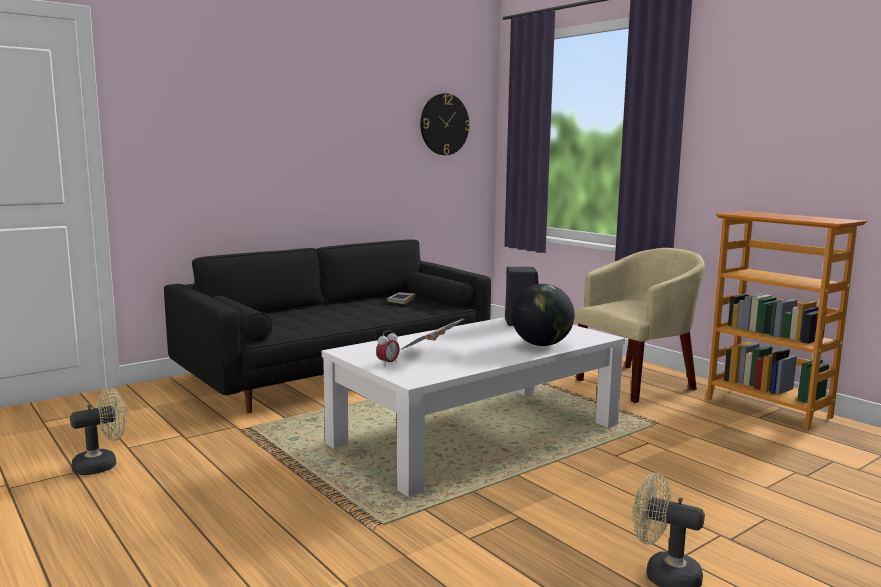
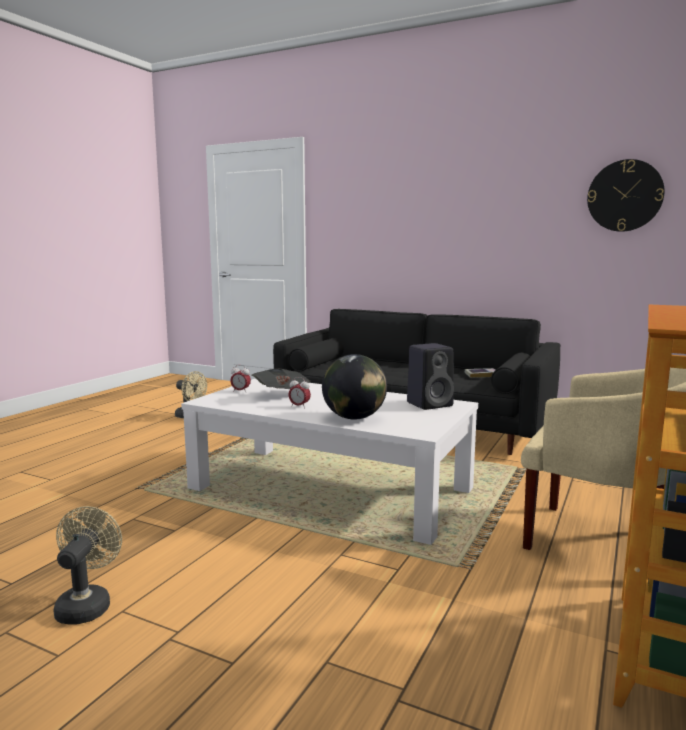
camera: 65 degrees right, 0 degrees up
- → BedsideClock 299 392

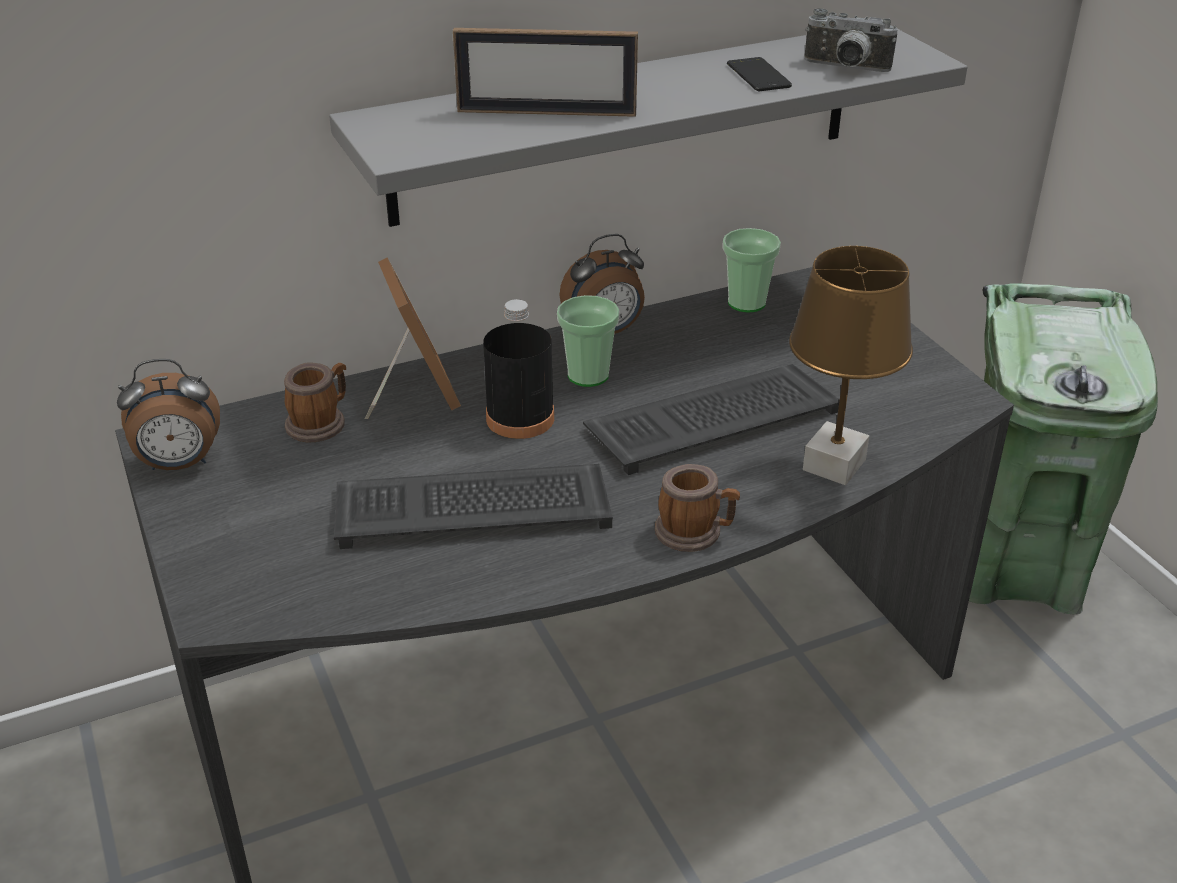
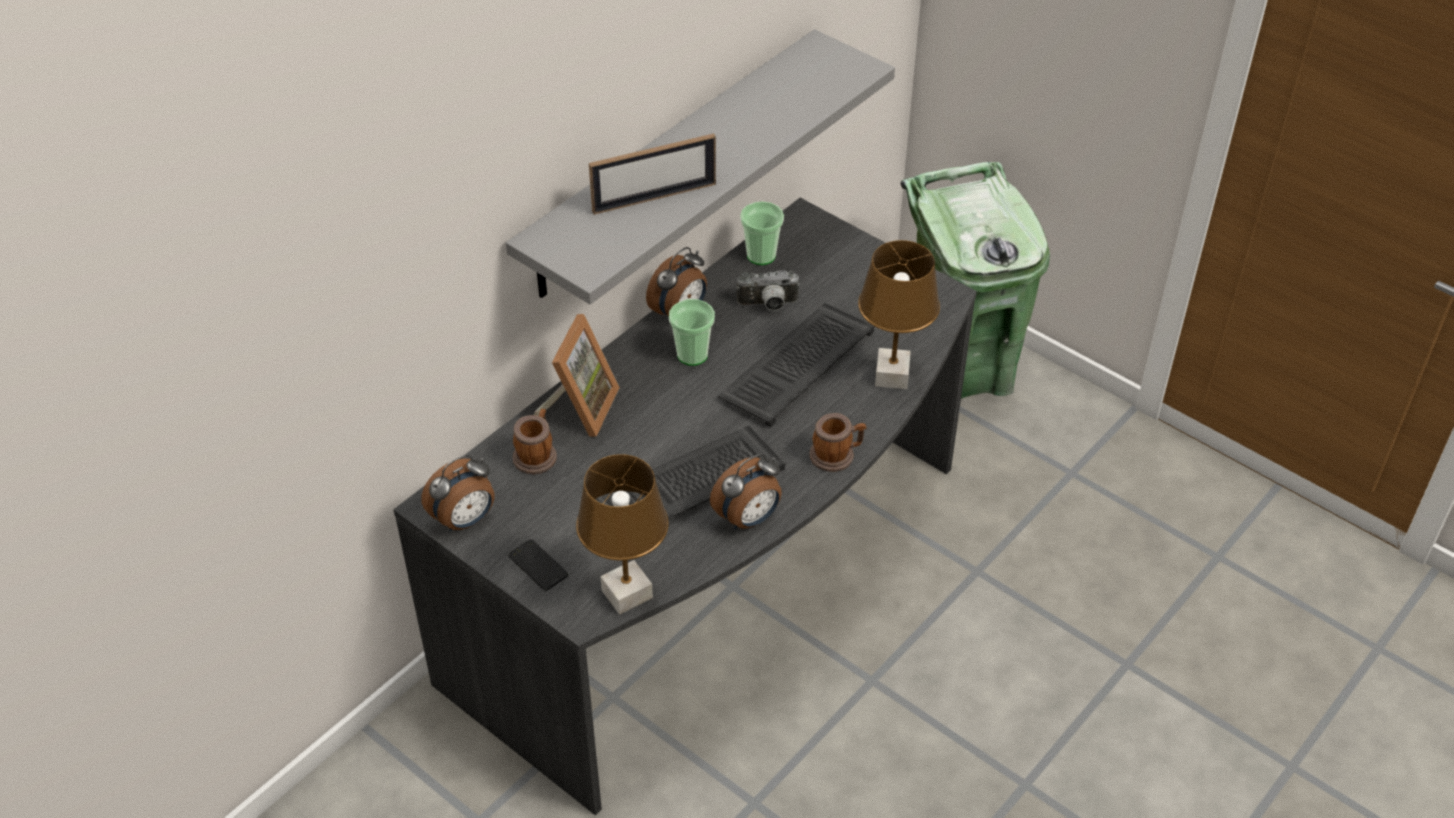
camera: 25 degrees left, 10 degrees up
StandingFrame 413 338 → StandingFrame 577 375, 60 degrees clockwise
BlackishBeverageBottle 518 369 → -
Phone 759 74 → Phone 538 565, move
StillCamera 851 40 → StillCamera 768 290, move
- → BrownColouredLampForATable 622 534
- → BedsideClock 746 491

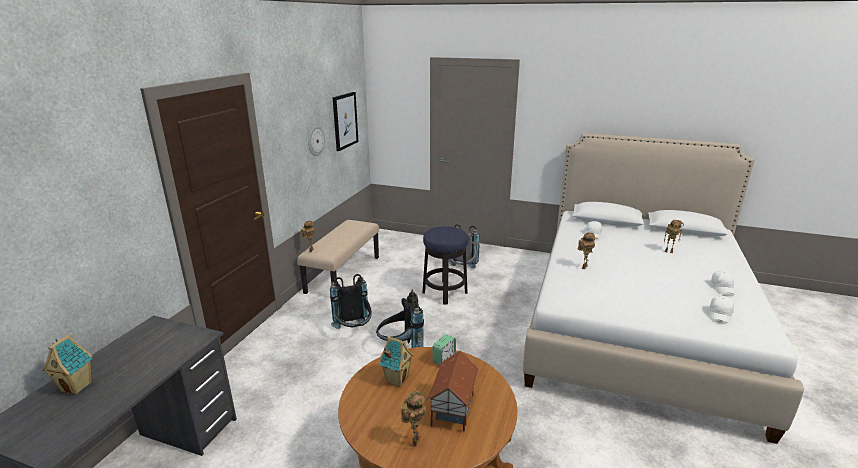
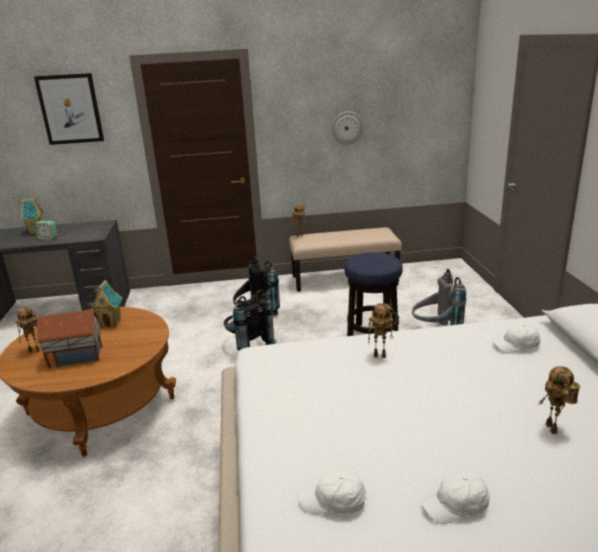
camera: 65 degrees right, 0 degrees up
Picture 345 121 → Picture 69 109, move
BedsideClock 444 350 → BedsideClock 46 230, move

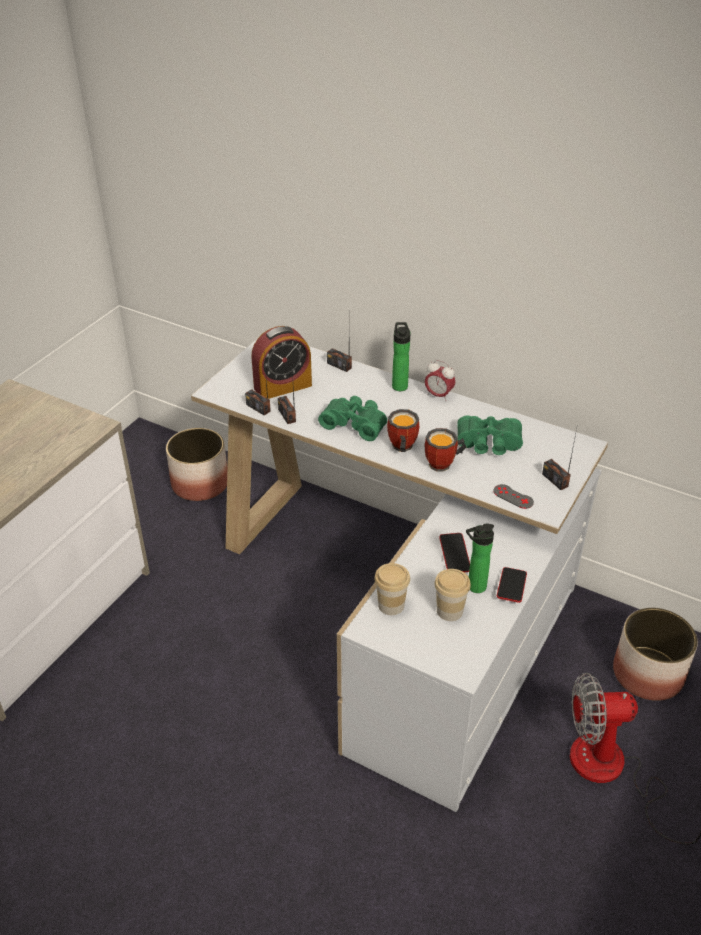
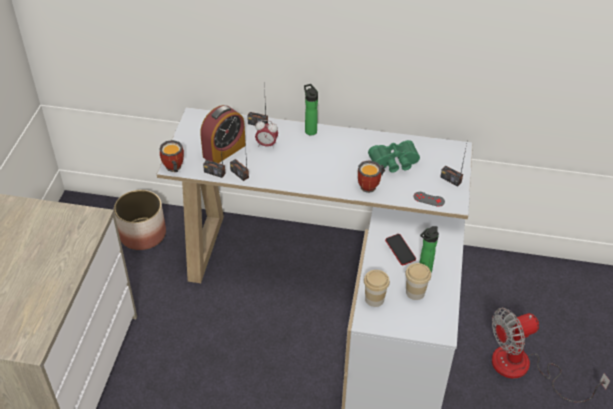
camera: 20 degrees left, 5 degrees up
GreenPairOfBinoculars 352 418 → -
TeaMug 403 430 → TeaMug 171 156, move
BedsideClock 440 380 → BedsideClock 266 134, move
Phone 512 585 → -
PlantPot 655 654 → -

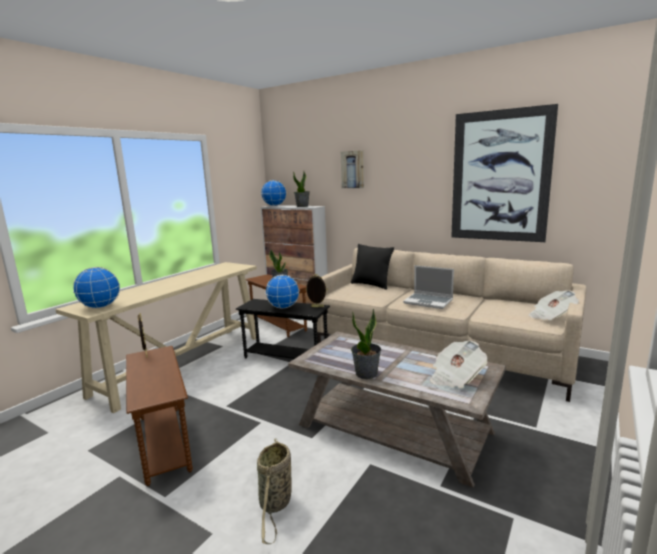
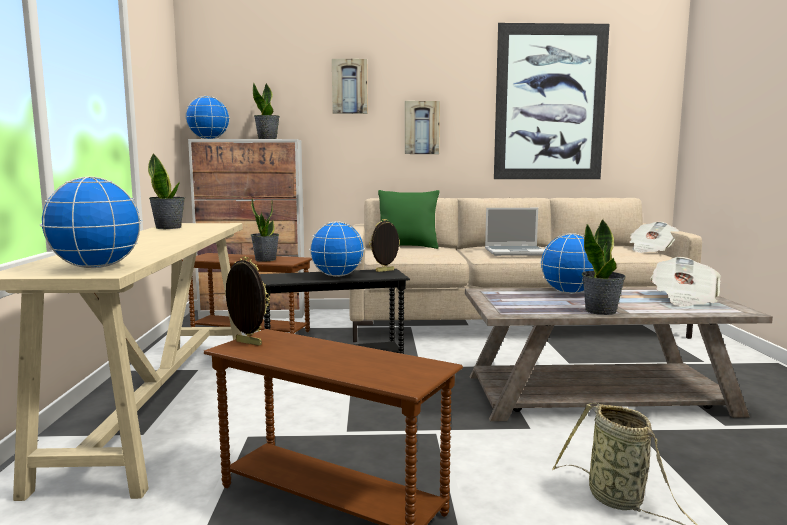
camera: 35 degrees left, 5 degrees down
BlackishPillow 372 267 → GreenPillow 408 219
- → PlantInAPot 166 191
- → Picture 422 127
- → WorldGlobe 567 263

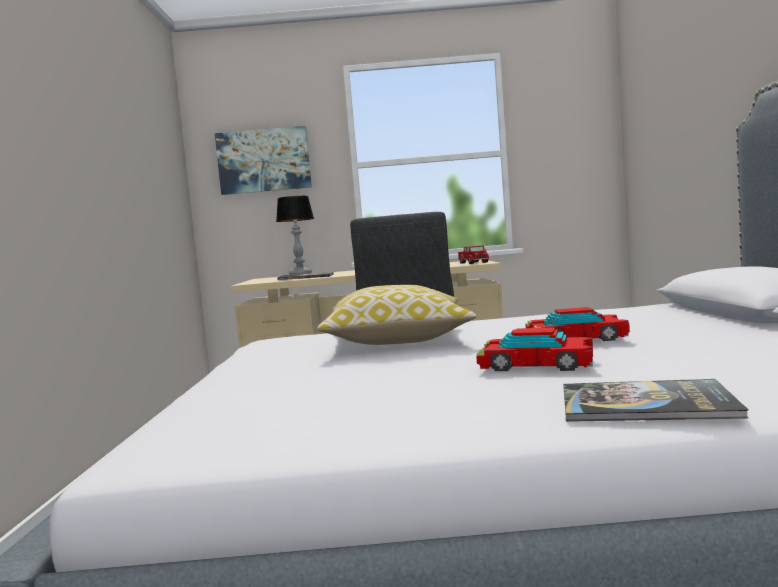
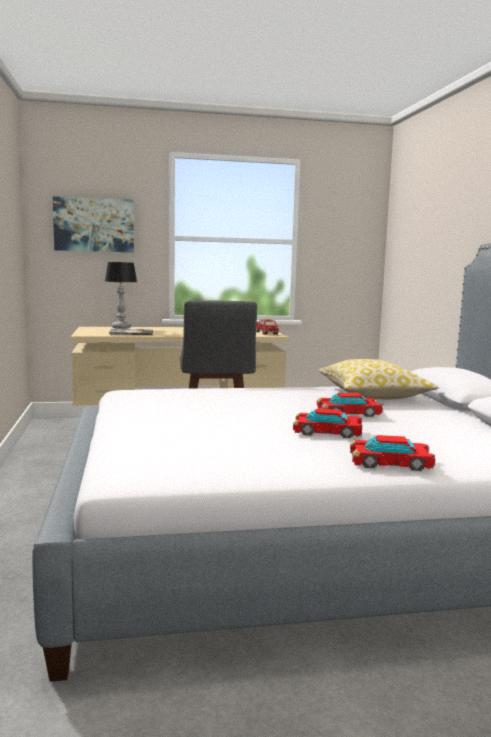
camera: 10 degrees left, 5 degrees up
Pillow 397 315 → Pillow 378 379, move
BoundBook 656 400 → MiniatureCar 392 453

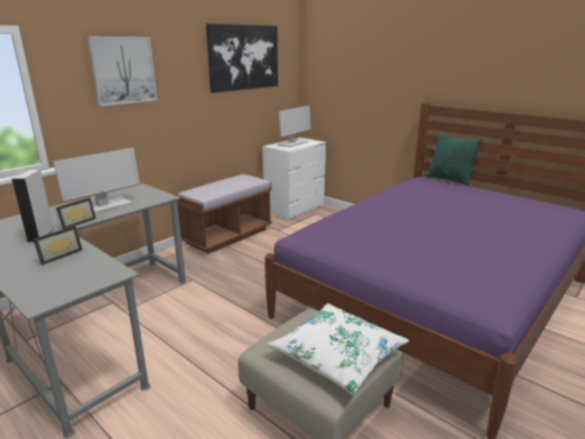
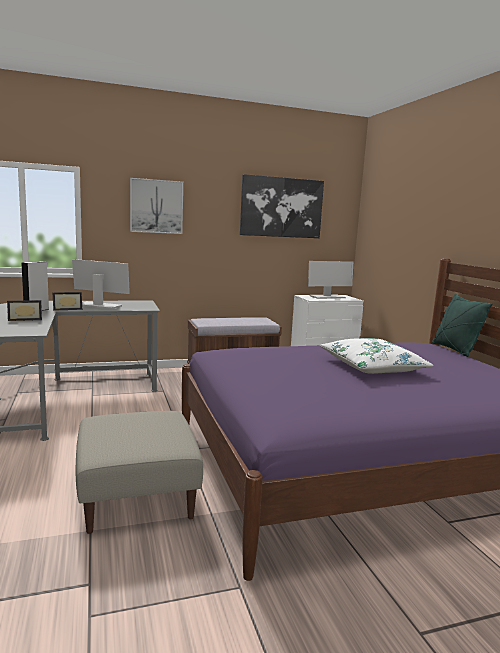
camera: 30 degrees right, 10 degrees down
ComputerScreen 96 180 → ComputerScreen 101 284, 150 degrees counterclockwise
WhitePillow 338 349 → WhitePillow 376 356, move

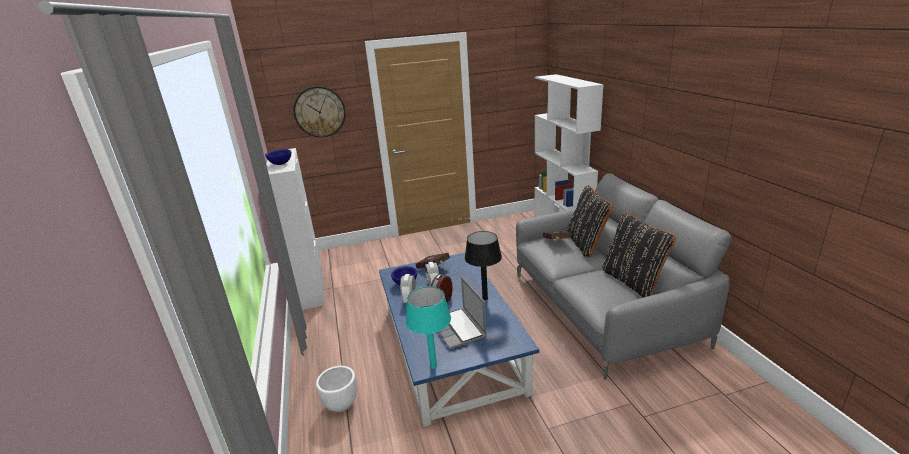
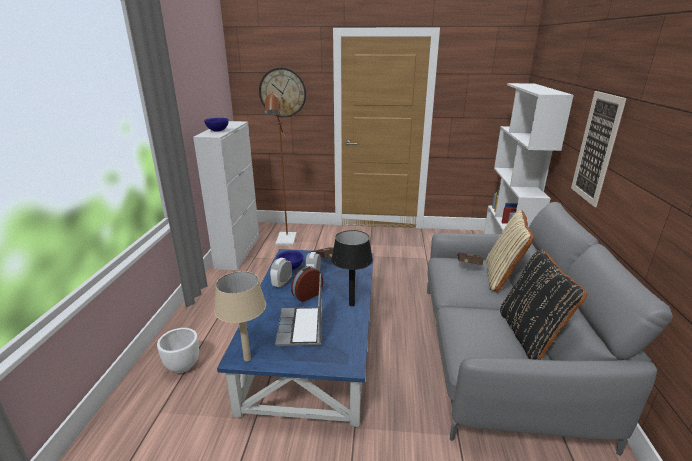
camera: 20 degrees right, 0 degrees up
TurquoiseLampForATable 428 328 → SandColouredLampForATable 240 316
BlackishPillow 589 221 → SandColouredPillow 510 251
- → BrownColouredStandardLamp 281 169
- → Picture 599 149

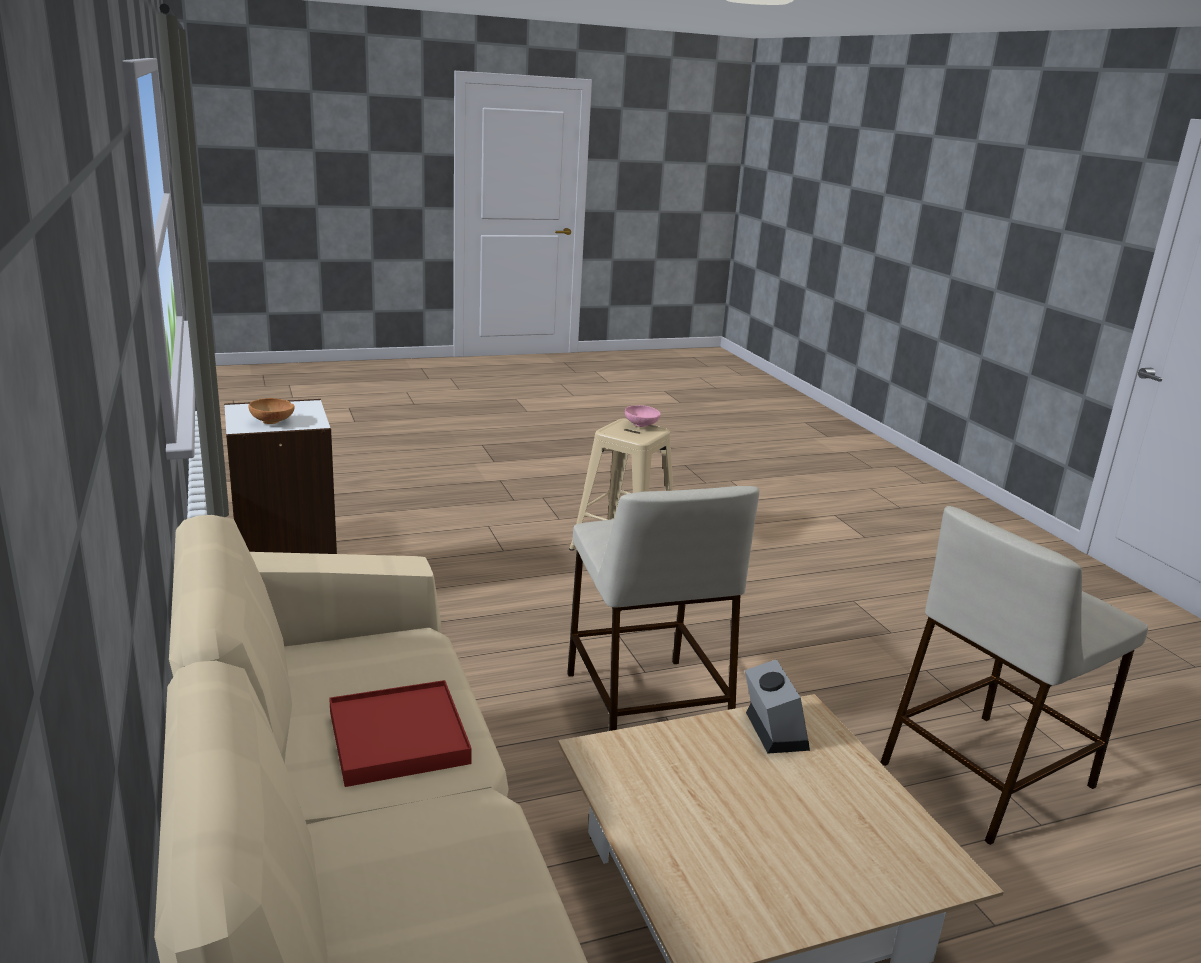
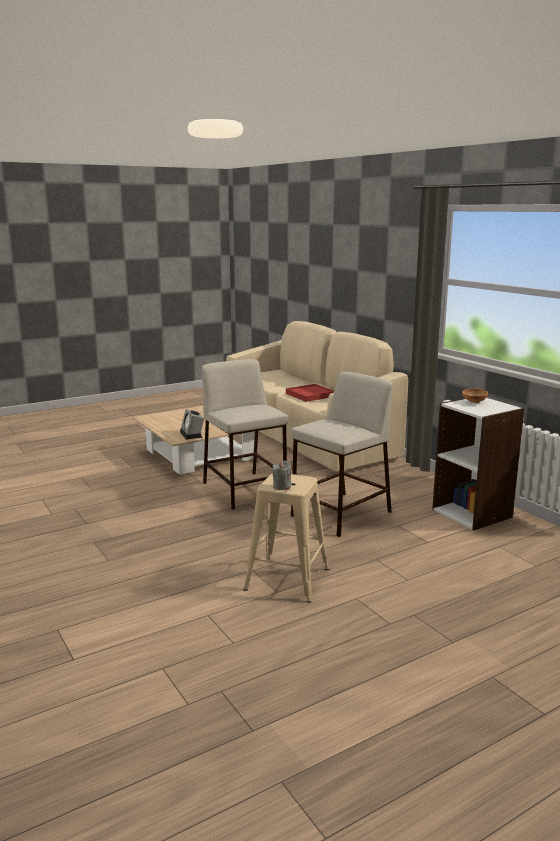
camera: 170 degrees right, 5 degrees down
PinkishBowl 643 416 → GreyishWaxCandle 281 475
SandColouredStool 1014 675 → SandColouredStool 342 454, move

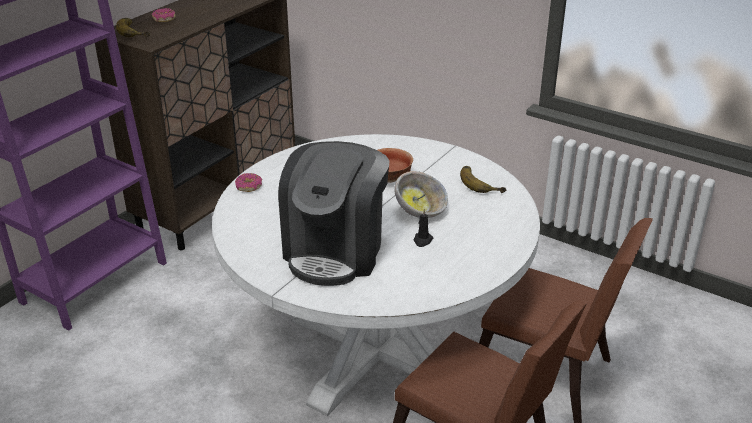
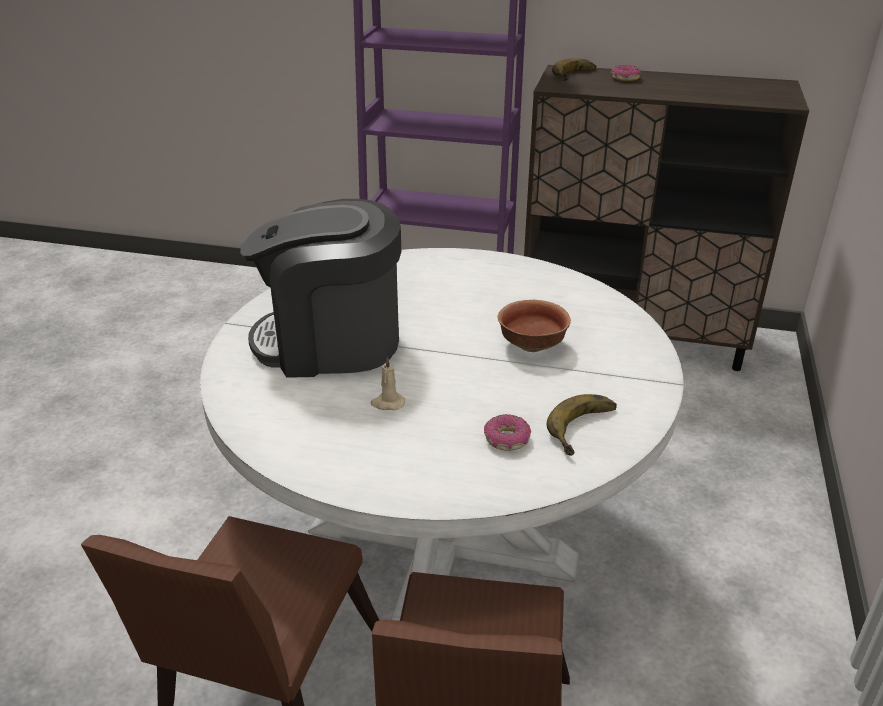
camera: 70 degrees right, 0 degrees up
Doughnut 248 182 → Doughnut 507 432, move
Bowl 421 194 → -
BlackishWaxCandle 423 228 → SandColouredWaxCandle 388 383

